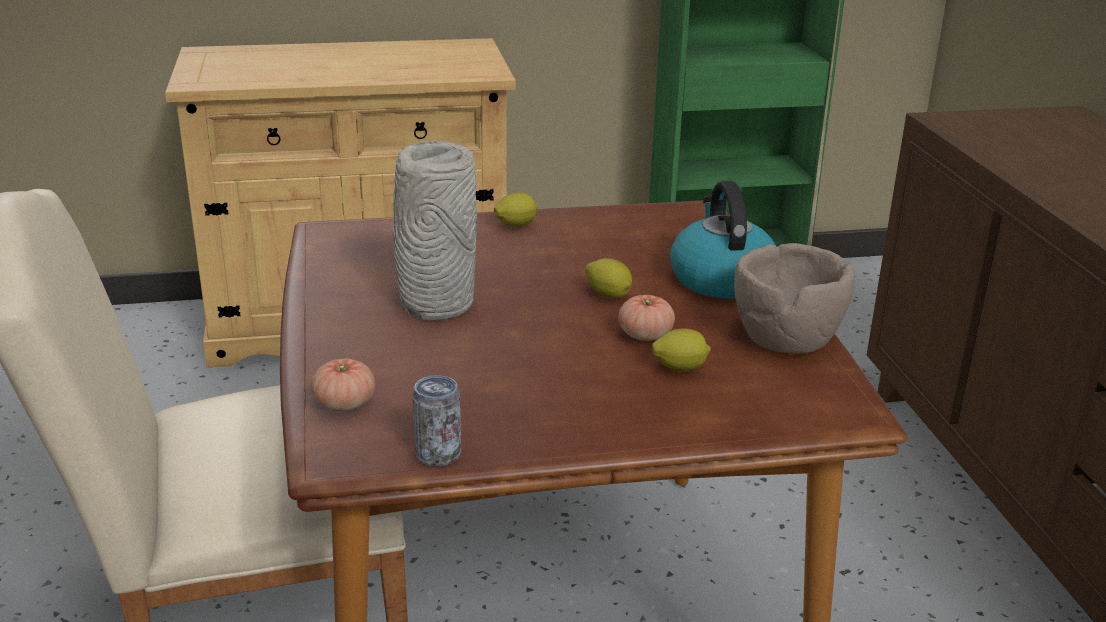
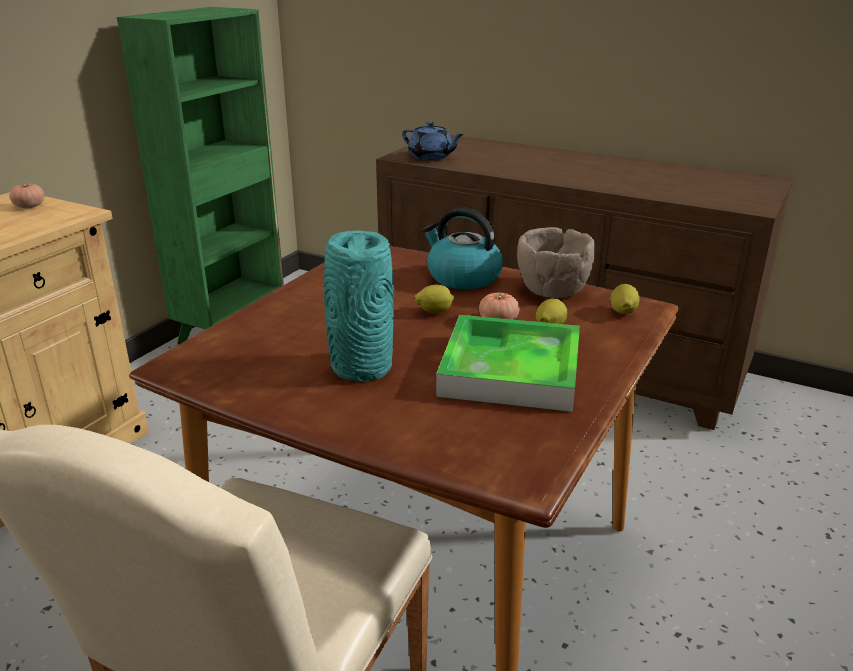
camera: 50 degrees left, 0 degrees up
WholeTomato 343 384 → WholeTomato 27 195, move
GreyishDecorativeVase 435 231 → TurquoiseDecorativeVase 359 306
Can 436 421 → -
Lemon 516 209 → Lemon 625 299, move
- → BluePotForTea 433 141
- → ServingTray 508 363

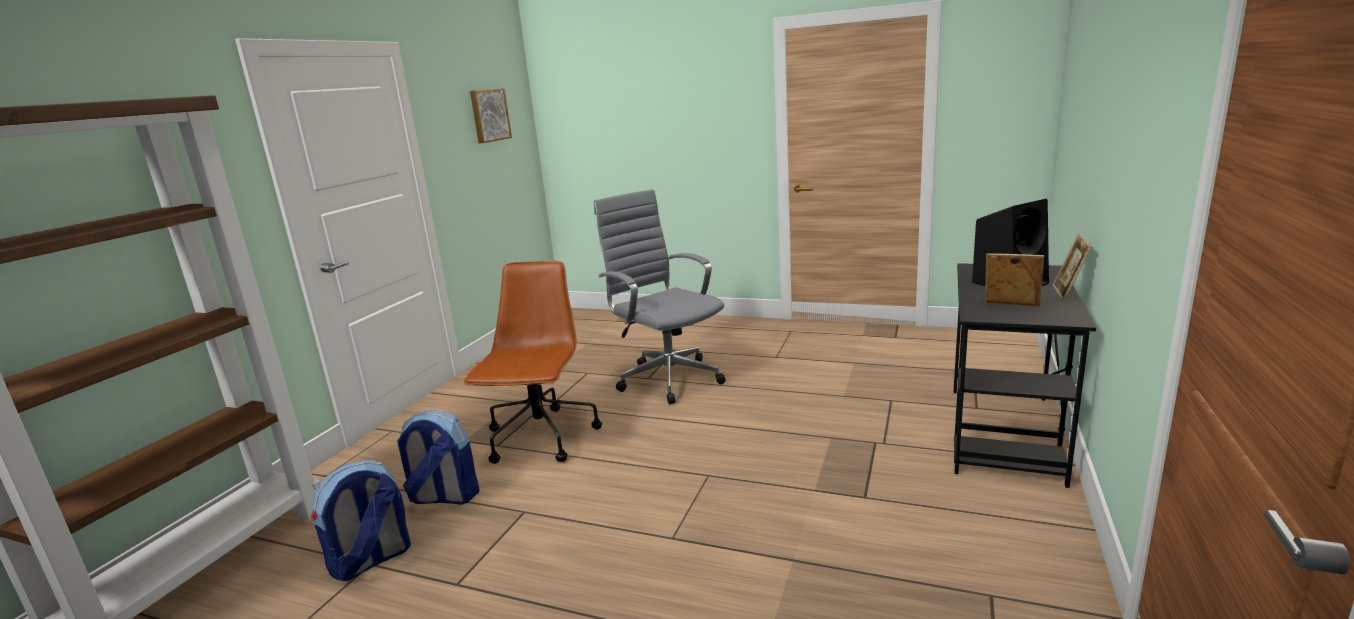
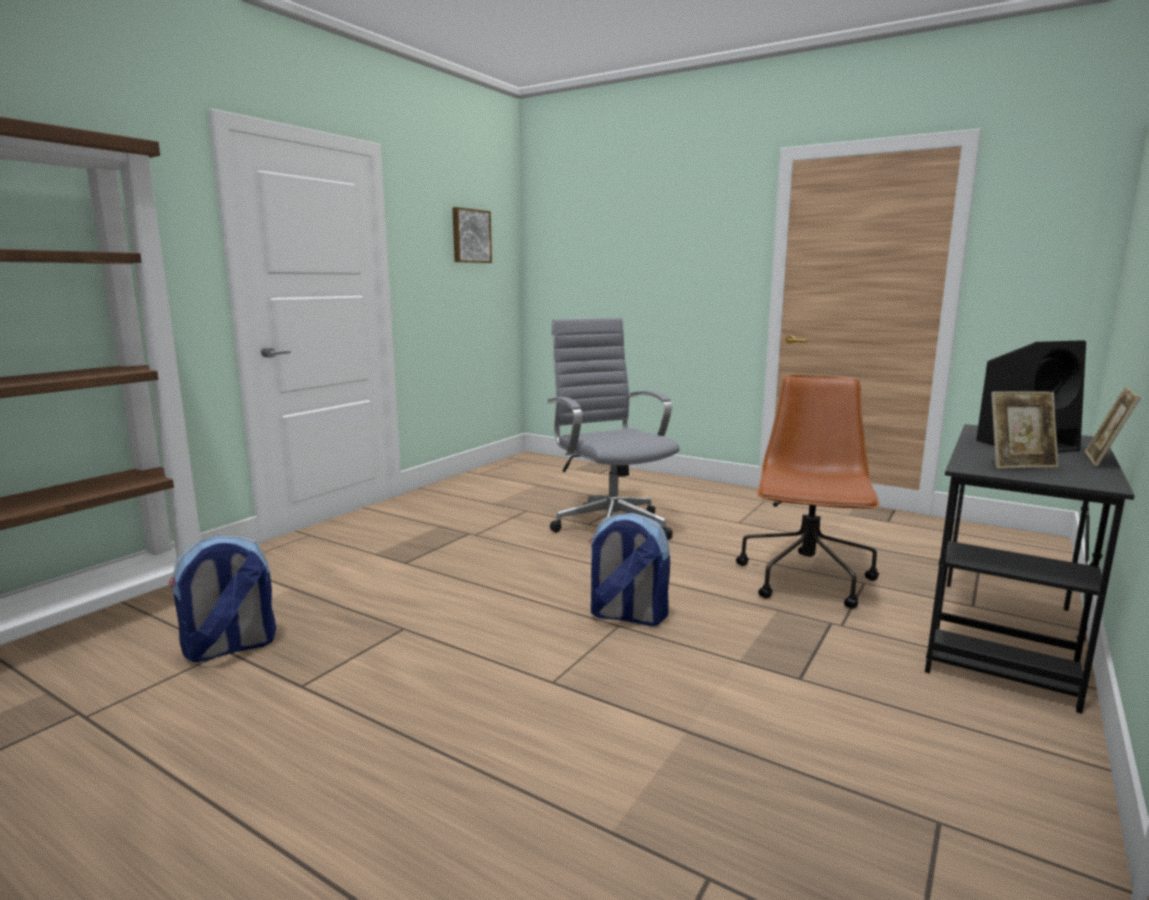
camera: 10 degrees right, 5 degrees down
Backpack 438 457 → Backpack 629 569, move
BrownColouredOfficeChair 532 362 → BrownColouredOfficeChair 807 492, move
StandingFrame 1014 280 → StandingFrame 1025 430, 135 degrees clockwise

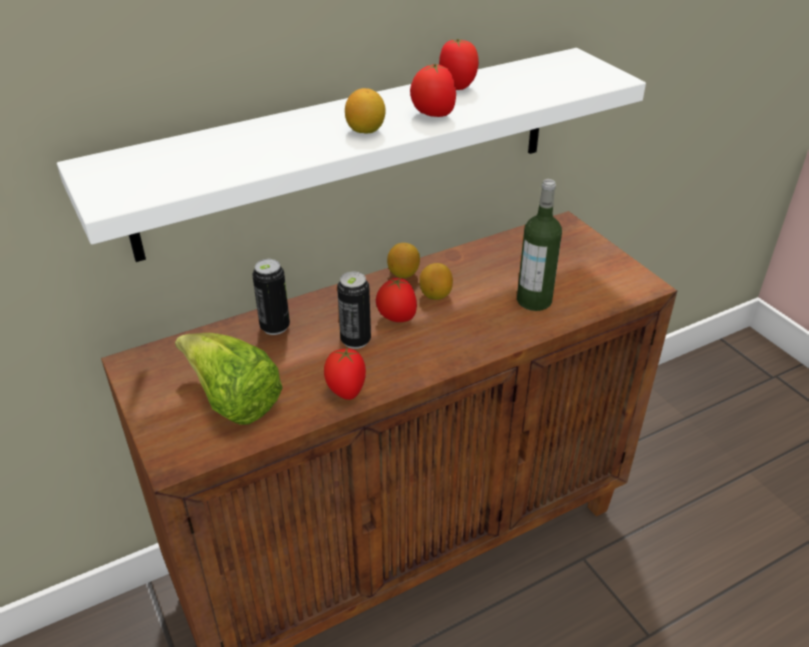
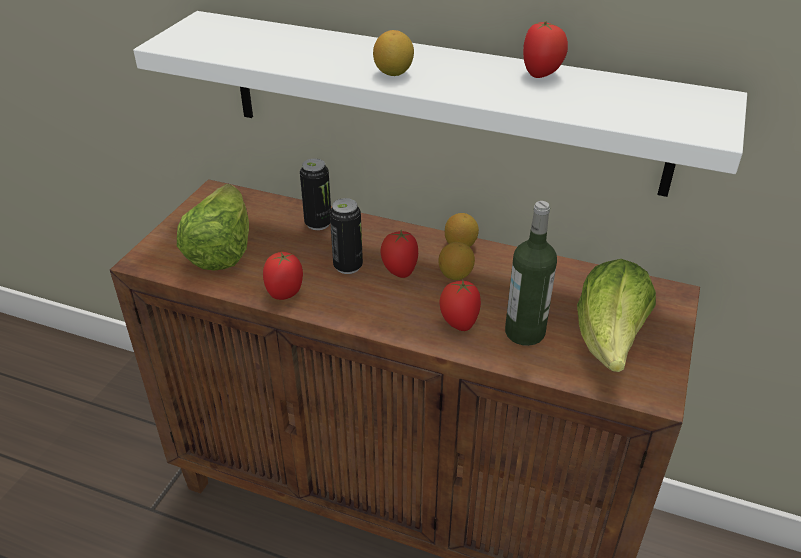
camera: 50 degrees right, 0 degrees up
WholeTomato 433 90 → WholeTomato 460 305, move
- → HeadOfLettuce 616 315

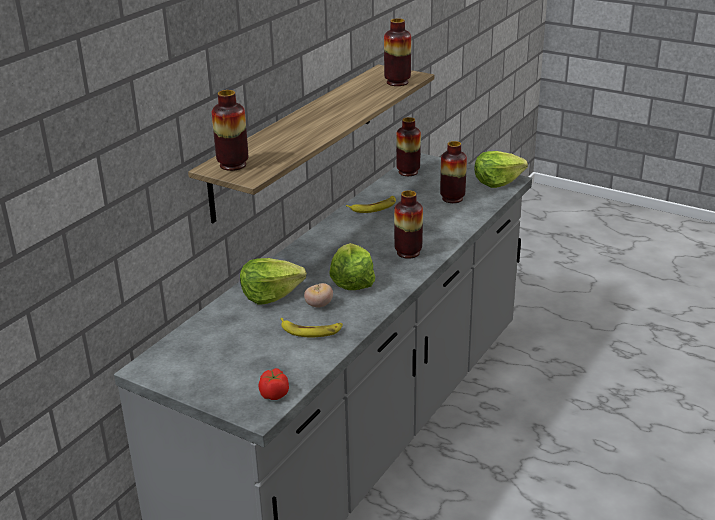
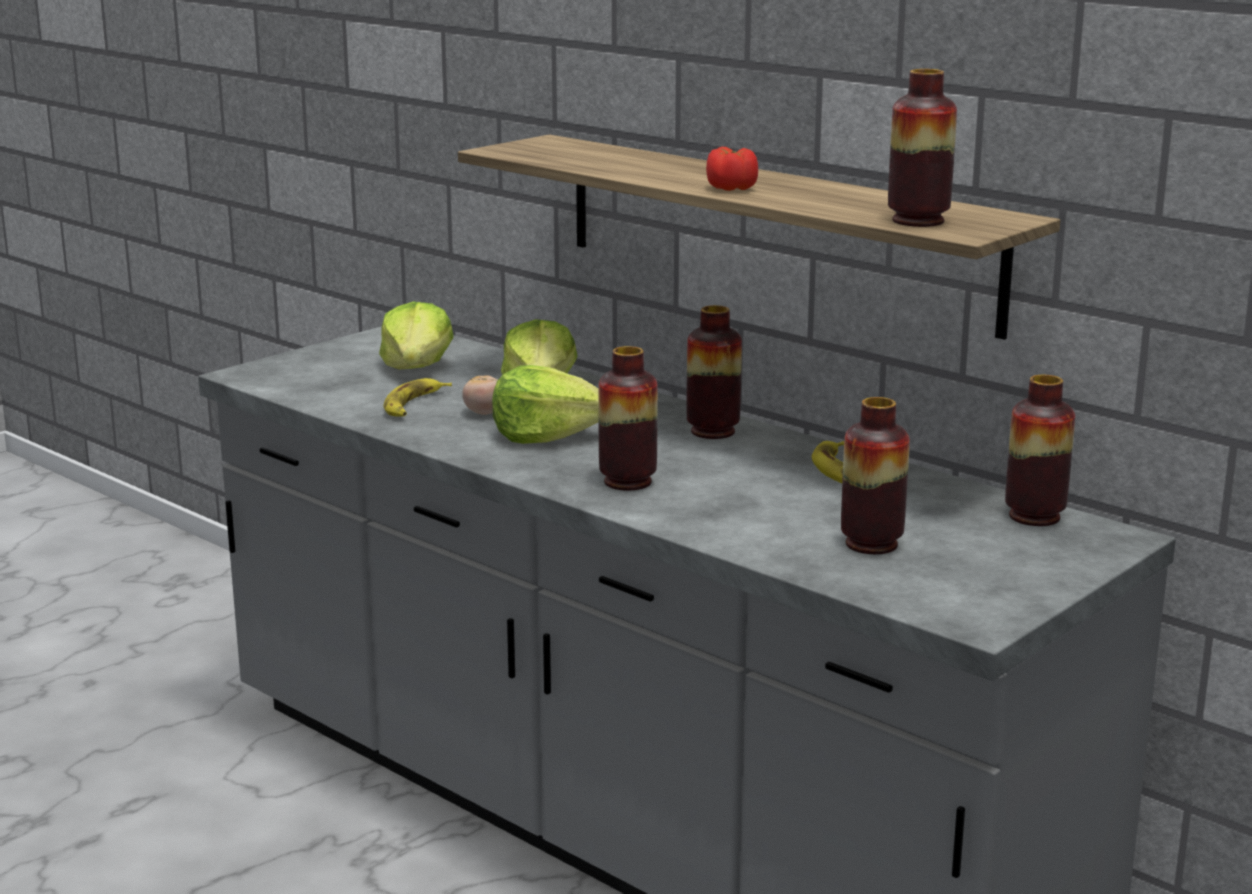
camera: 100 degrees right, 10 degrees down
DecorativeVase 230 130 → DecorativeVase 714 372, move
WholeTomato 274 384 → WholeTomato 732 169, move
HeadOfLettuce 501 169 → HeadOfLettuce 416 335, move

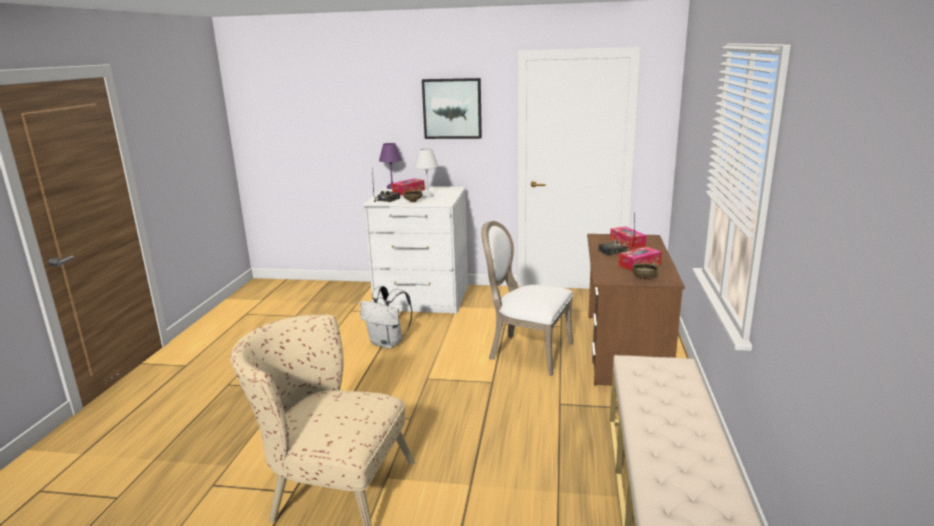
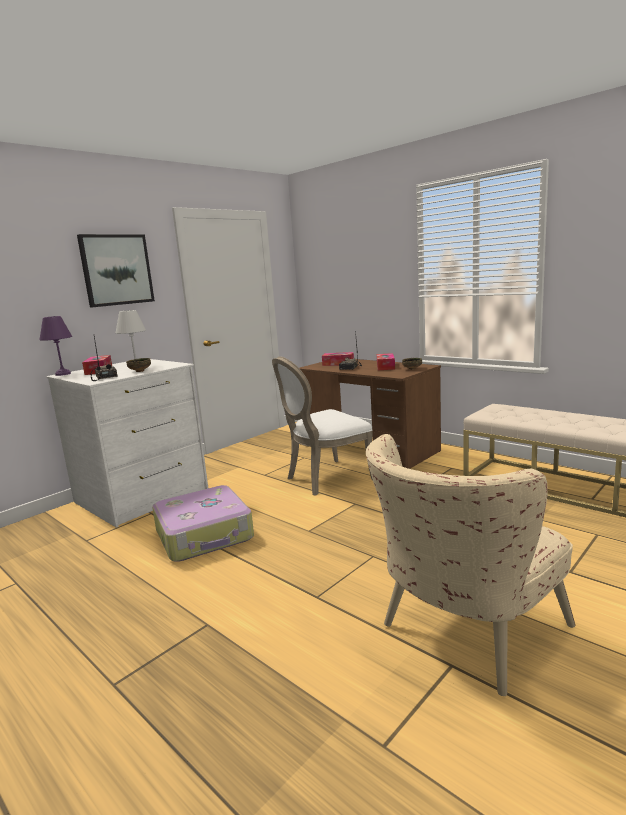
camera: 55 degrees left, 5 degrees down
WhiteBackpack 386 317 → TravelCase 203 523

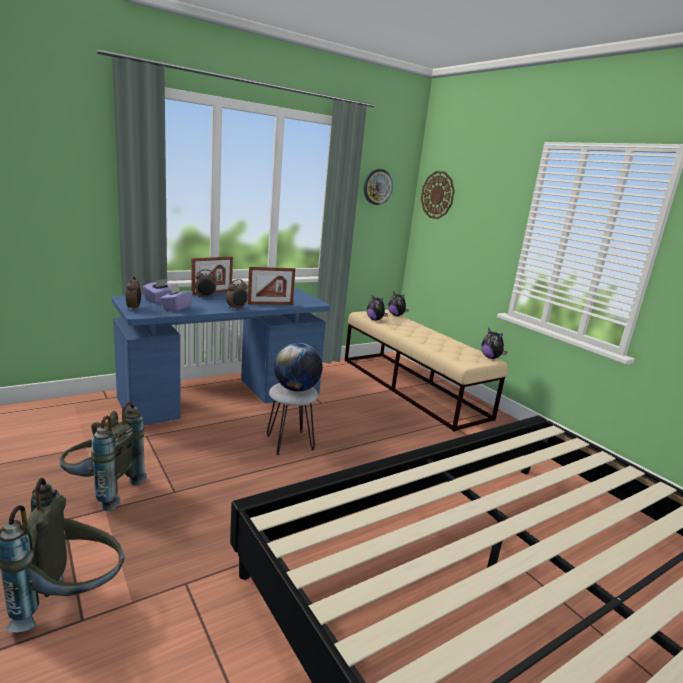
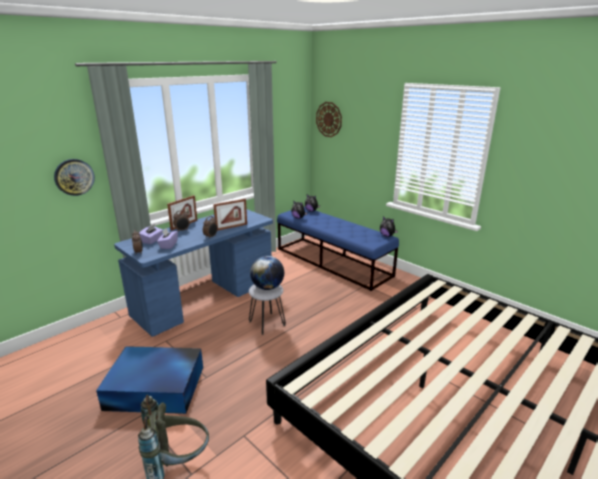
camera: 10 degrees left, 5 degrees up
GreyishBackpack 103 456 → BlueStorageBox 149 380
SandColouredLongSeat 425 370 → BlueLongSeat 338 249
HangingClock 378 187 → HangingClock 74 177, move

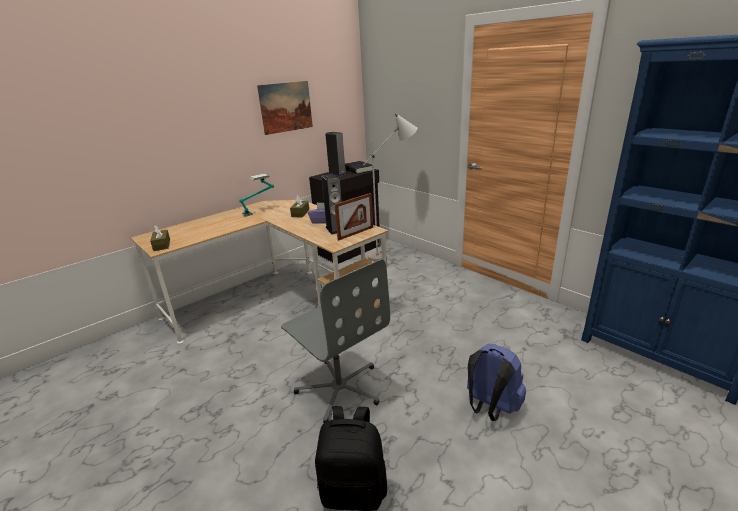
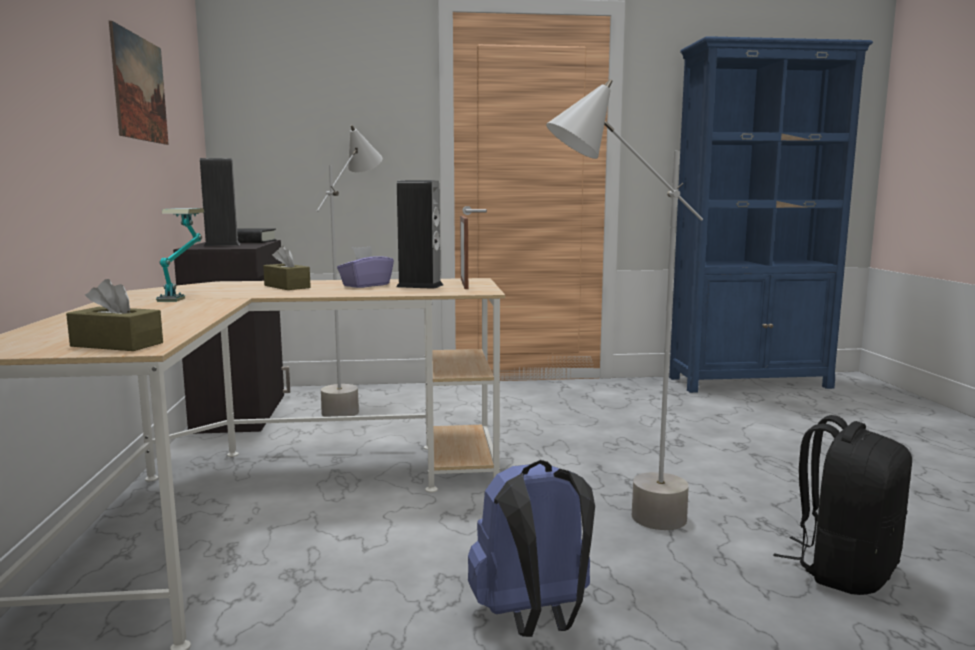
camera: 55 degrees left, 15 degrees down
GreyishOfficeChair 335 341 → GreyishStandardLamp 624 304
BlueBackpack 496 382 → BlueBackpack 531 548, move

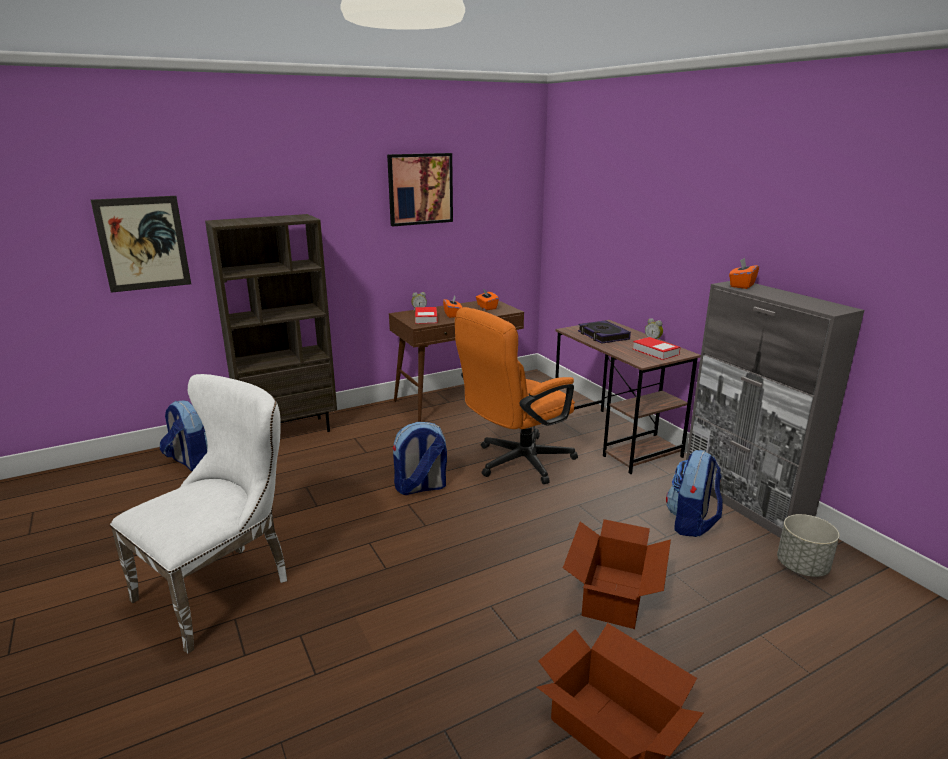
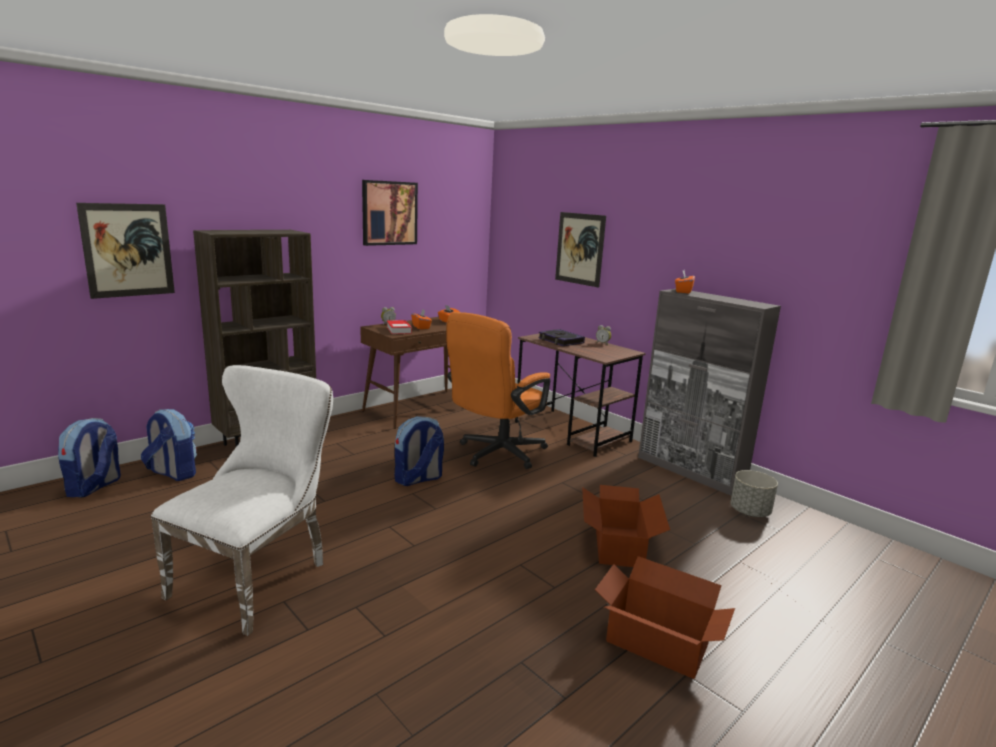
camera: 15 degrees left, 5 degrees down
BoundBook 657 348 → -
Backpack 694 493 → Backpack 89 458, move
- → Picture 580 250

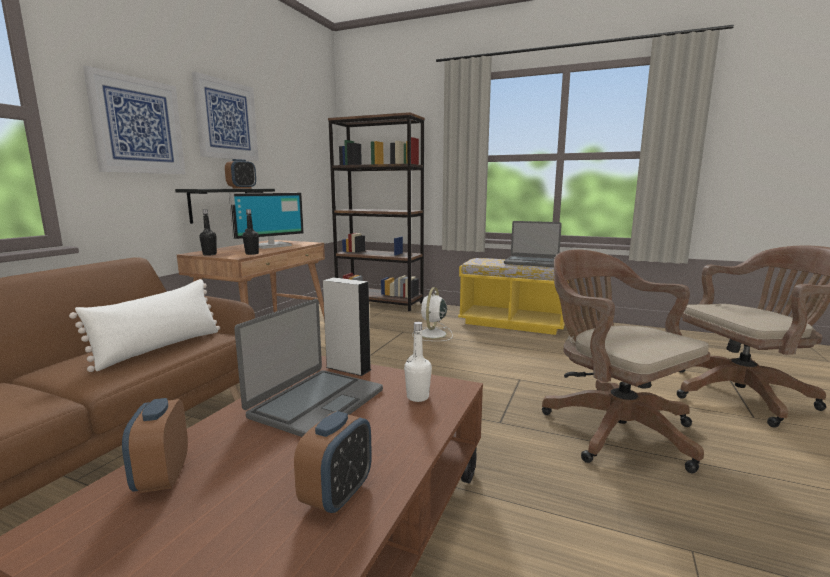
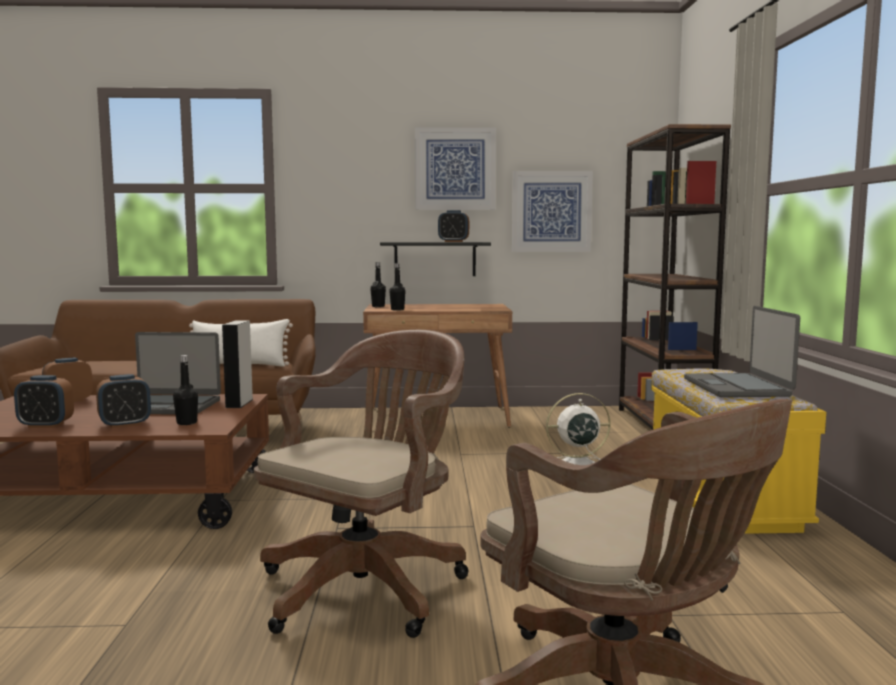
camera: 65 degrees right, 5 degrees down
Picture 134 120 → Picture 552 211, move
ComputerScreen 266 221 → -
WhiteBeverageBottle 418 362 → BlackishBeverageBottle 185 390
- → BedsideClock 123 401

